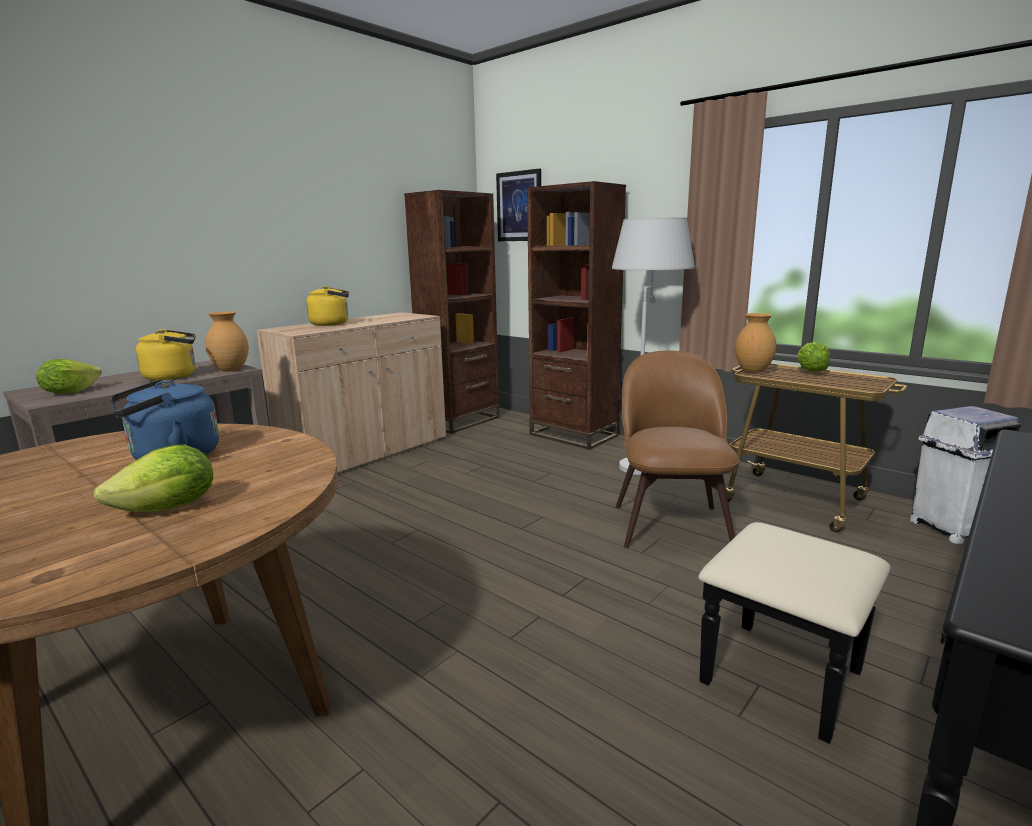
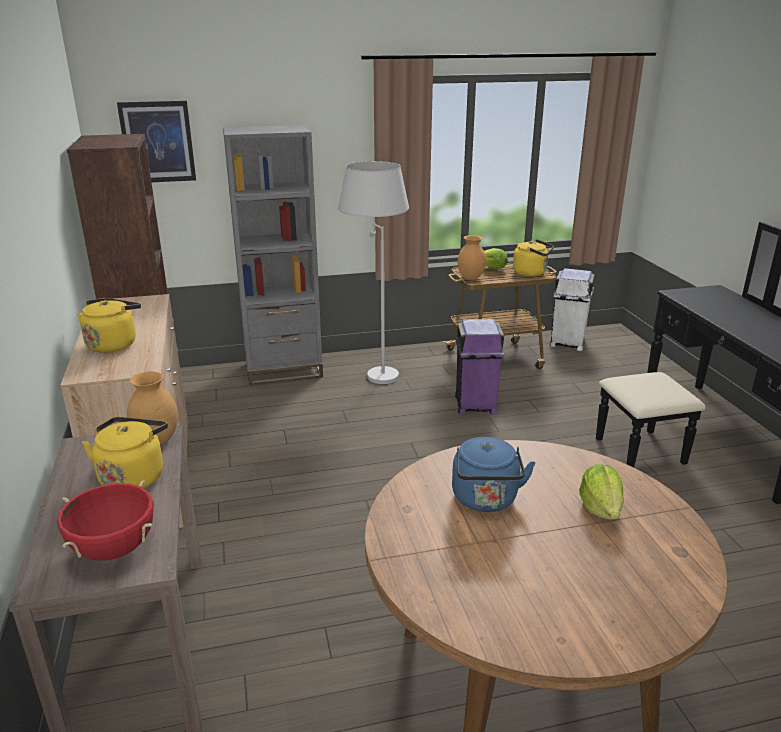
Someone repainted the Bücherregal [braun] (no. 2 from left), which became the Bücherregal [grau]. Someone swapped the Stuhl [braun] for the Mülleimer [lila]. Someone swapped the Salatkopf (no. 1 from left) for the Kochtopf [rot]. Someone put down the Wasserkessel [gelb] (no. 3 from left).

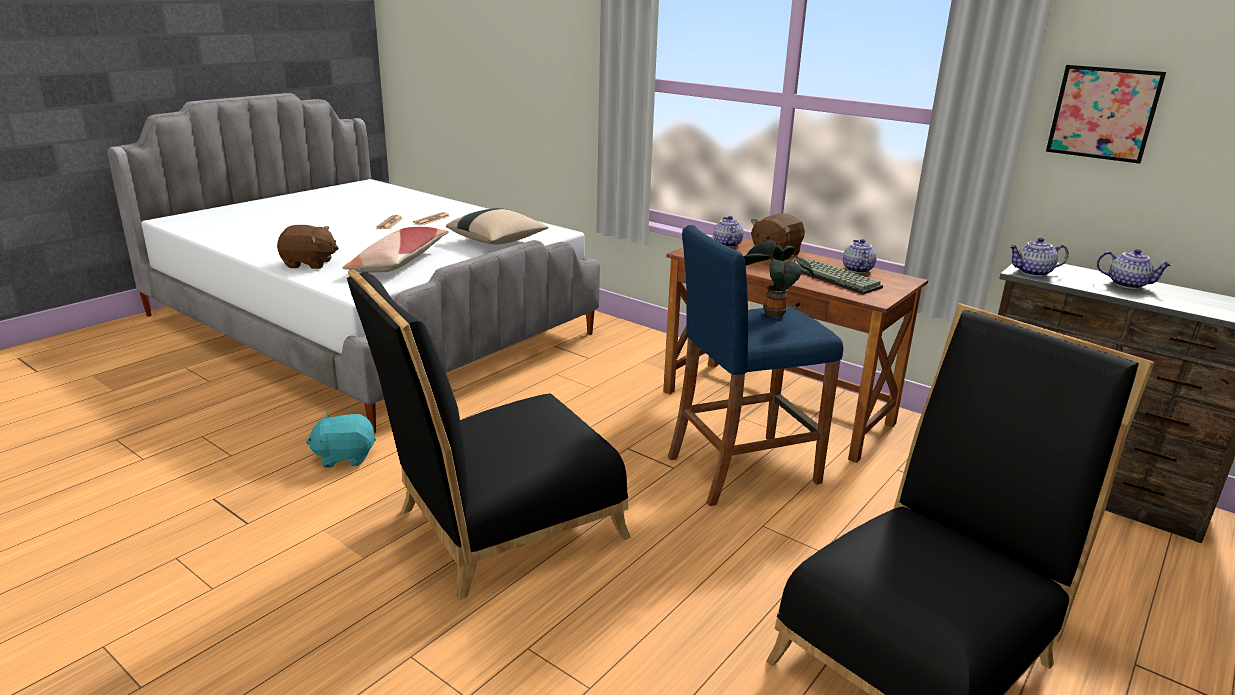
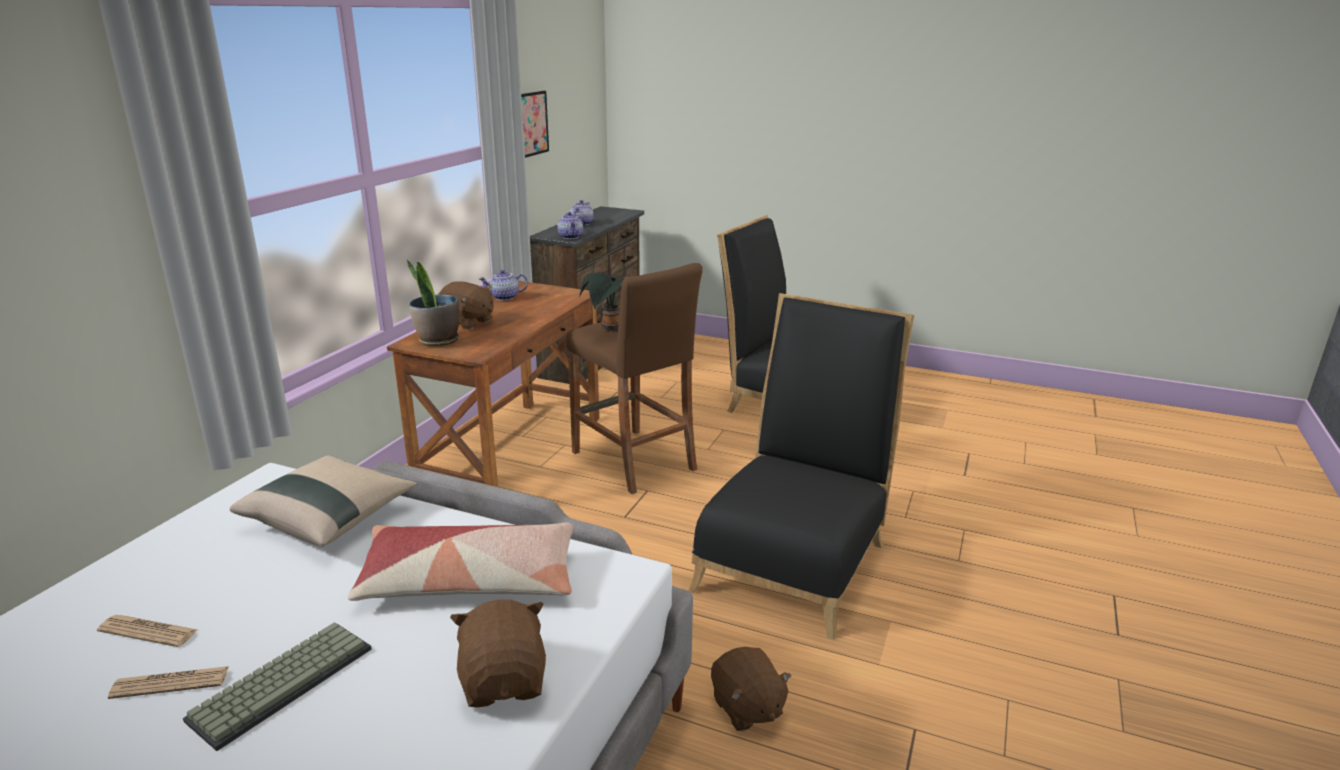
Someone swapped the Teekanne (no. 1 from left) for the Topfpflanze (no. 1 from left). Someone repainted the Hocker [blau], which became the Hocker [braun]. Someone carried the Tastatur. Someone rotated the Stuhl [schwarz] (no. 1 from left in the first image) by 105 degrees counterclockwise. Someone repainted the Plüschtier [türkis], which became the Plüschtier [braun] (no. 3 from left).

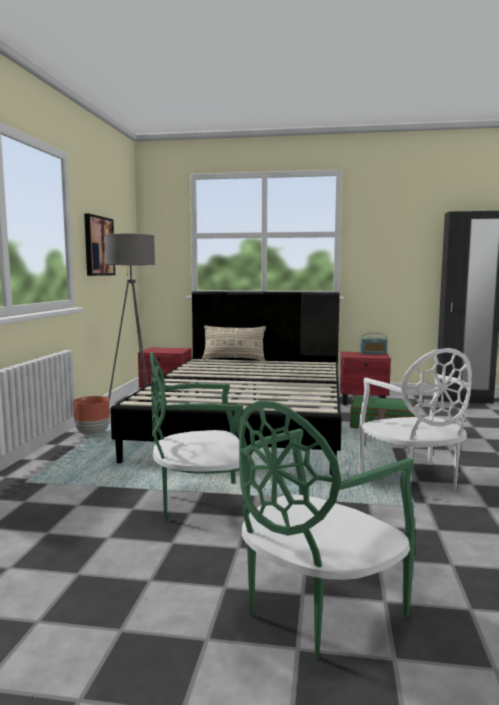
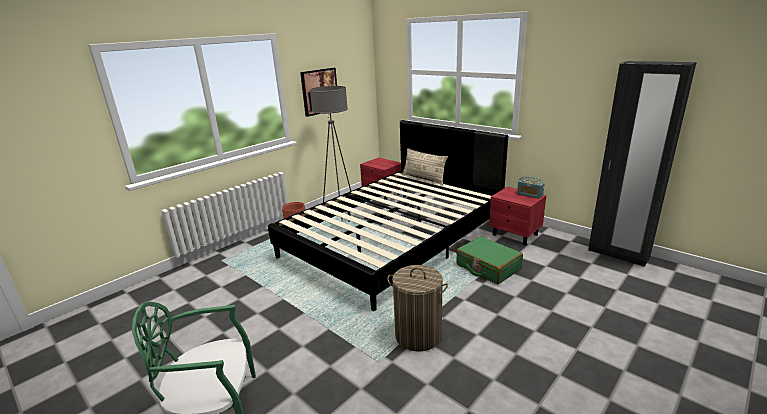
Someone swapped the Stuhl [weiß] for the Wäschekorb. Someone took away the Stuhl [grün] (no. 1 from left).

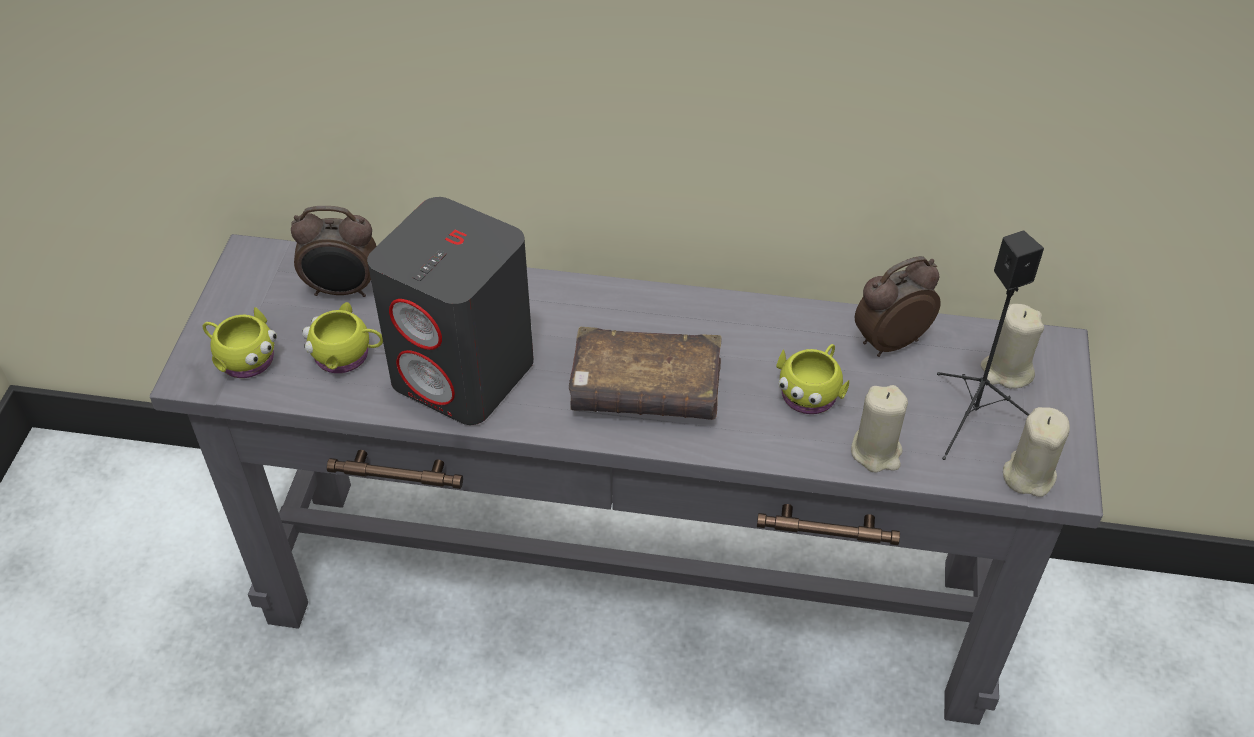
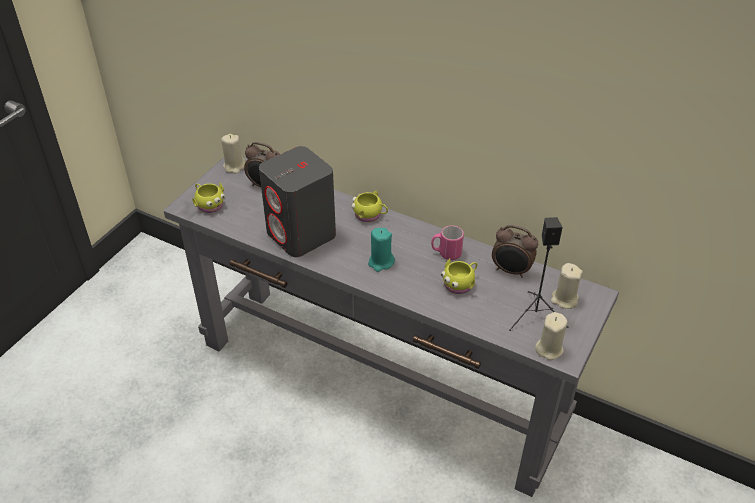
Someone rotated the Wecker (no. 2 from left) by 150 degrees counterclockwise. Someone carried the Henkelbecher [gelb] (no. 2 from left). Someone swapped the Buch [braun] for the Kerze [türkis]. Someone carried the Kerze [beige] (no. 1 from left). Someone put down the Henkelbecher [rosa].

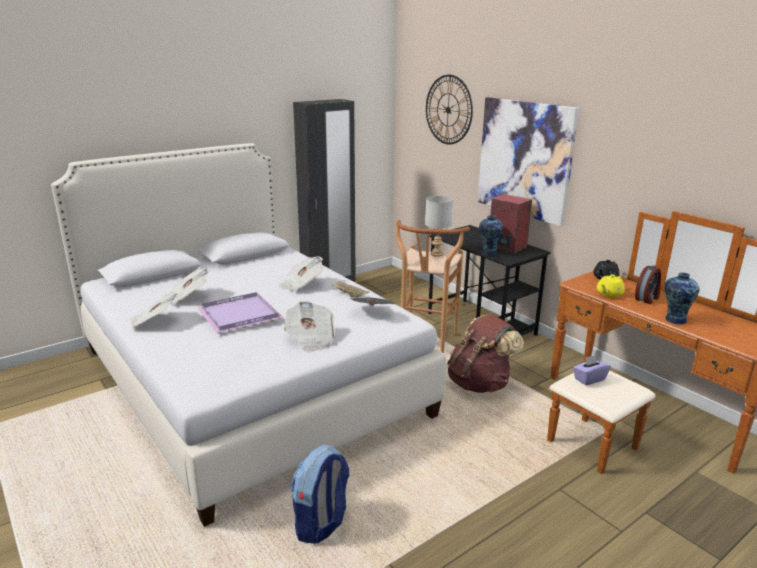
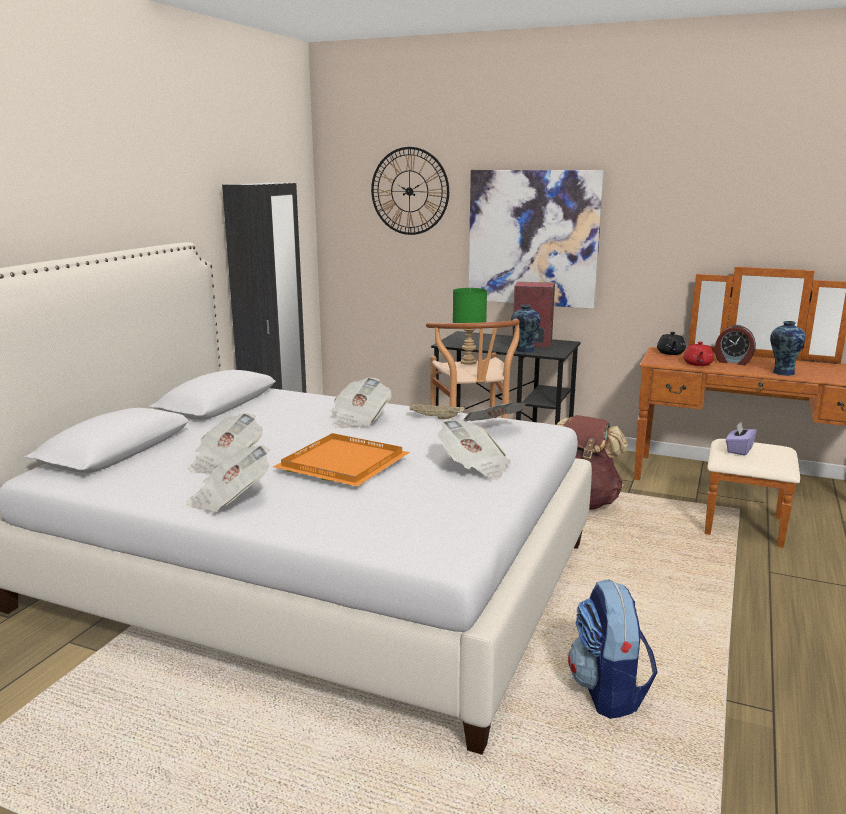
Someone repainted the Tischlampe [grau], which became the Tischlampe [grün]. Someone rotated the Wecker by 105 degrees clockwise. Someone repainted the Teekanne [gelb], which became the Teekanne [rot]. Someone repainted the Tablett [lila], which became the Tablett [orange].

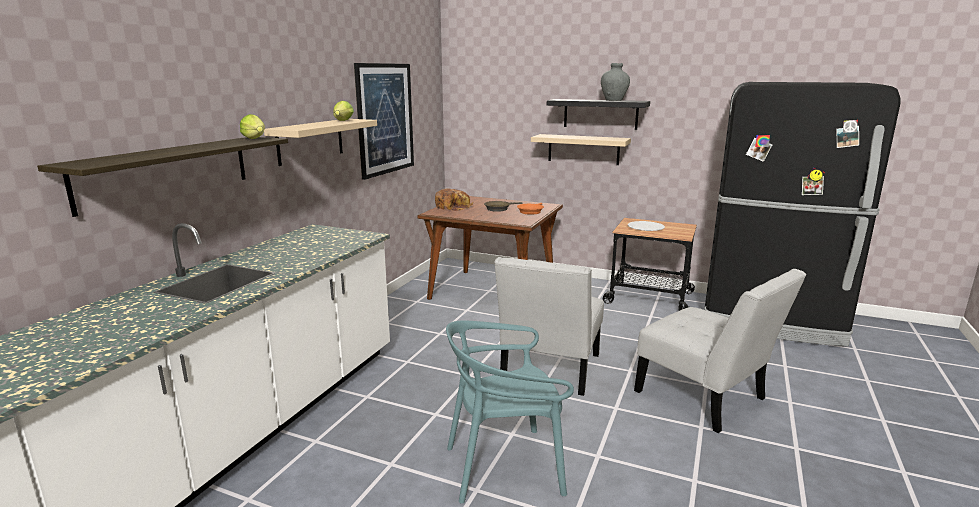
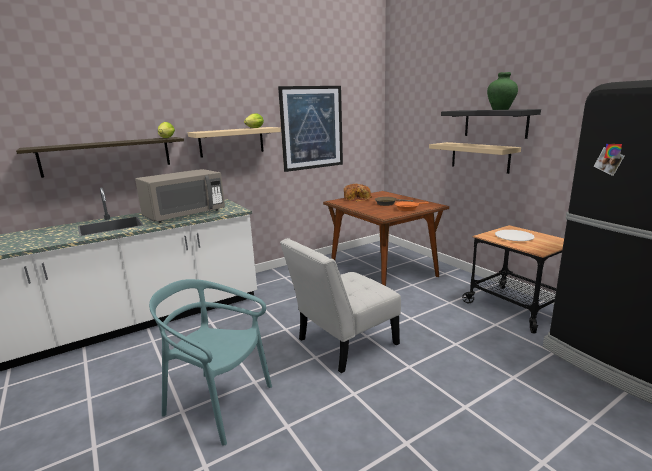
Someone repainted the Vase [grau], which became the Vase [grün]. Someone took away the Stuhl [weiß] (no. 2 from left). Someone put down the Mikrowelle [grau].

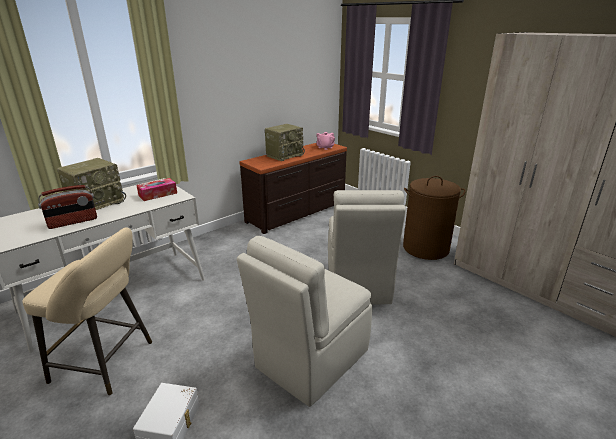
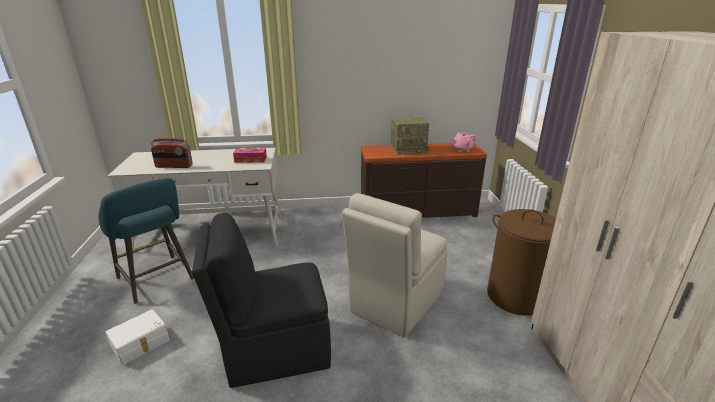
Someone took away the Radio (no. 2 from left). Someone repainted the Hocker [beige], which became the Hocker [türkis]. Someone repainted the Stuhl [beige] (no. 1 from left), which became the Stuhl [schwarz].

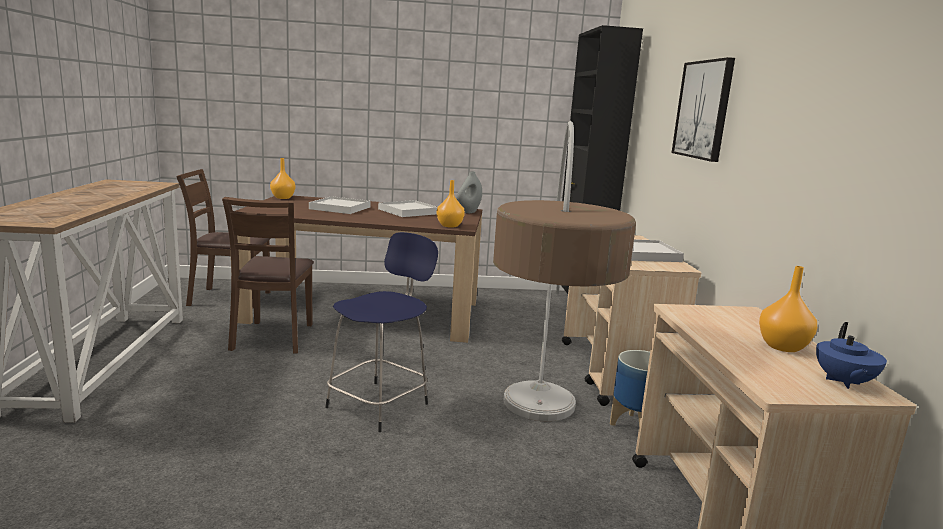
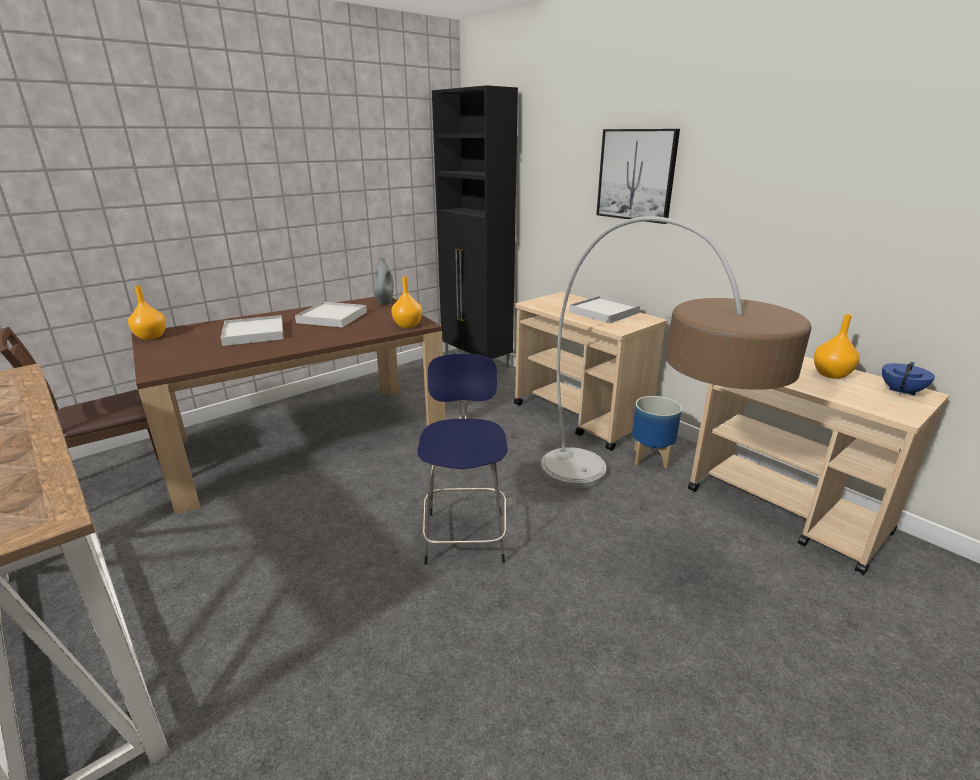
Someone took away the Stuhl [braun] (no. 2 from left). Someone rotated the Teekanne [blau] by 120 degrees counterclockwise.

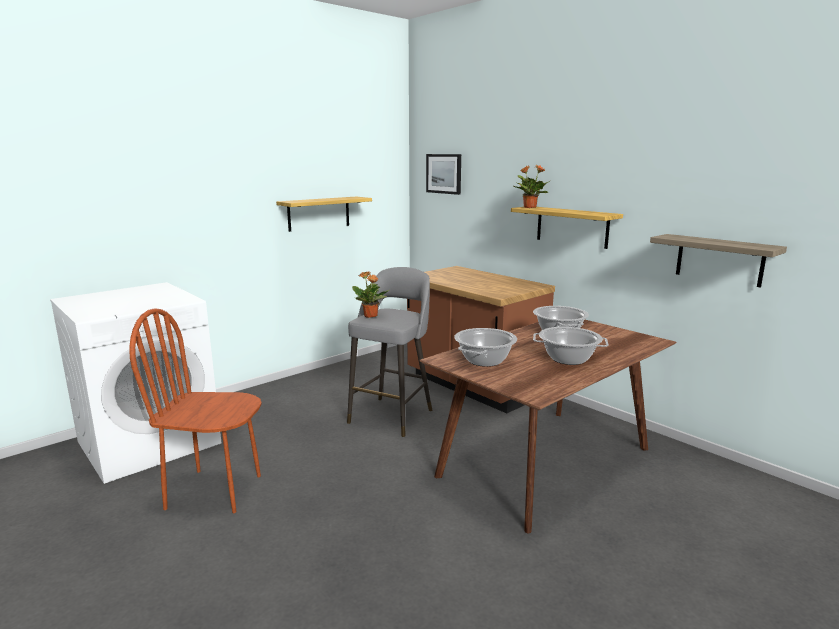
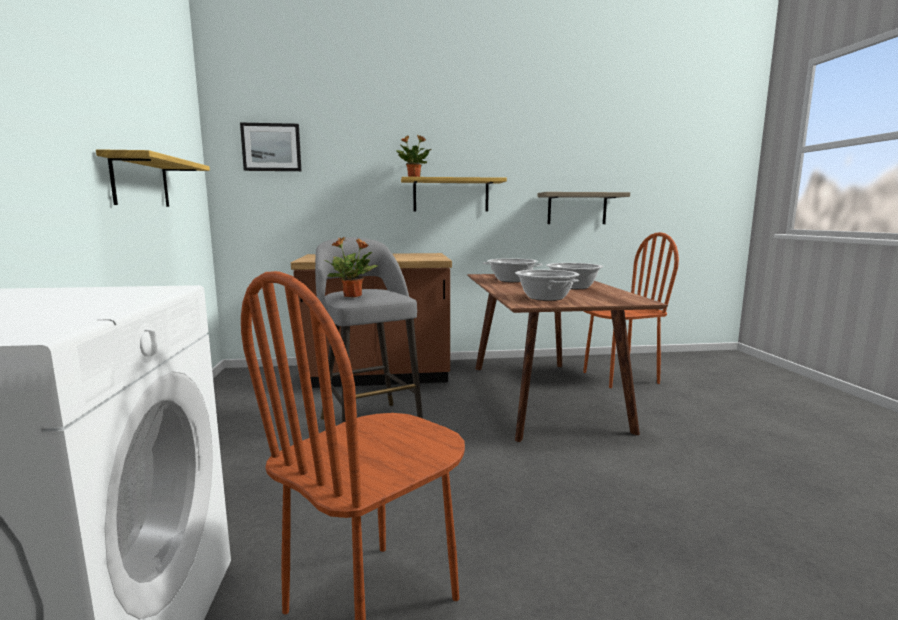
Someone put down the Stuhl [braun] (no. 2 from left).

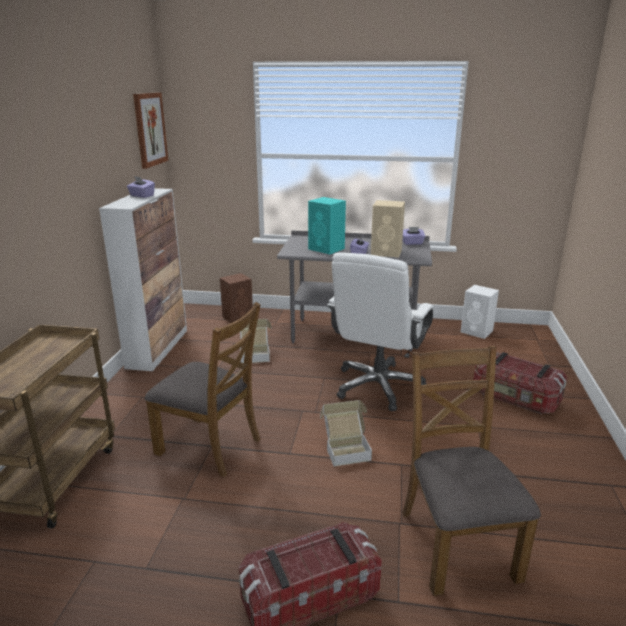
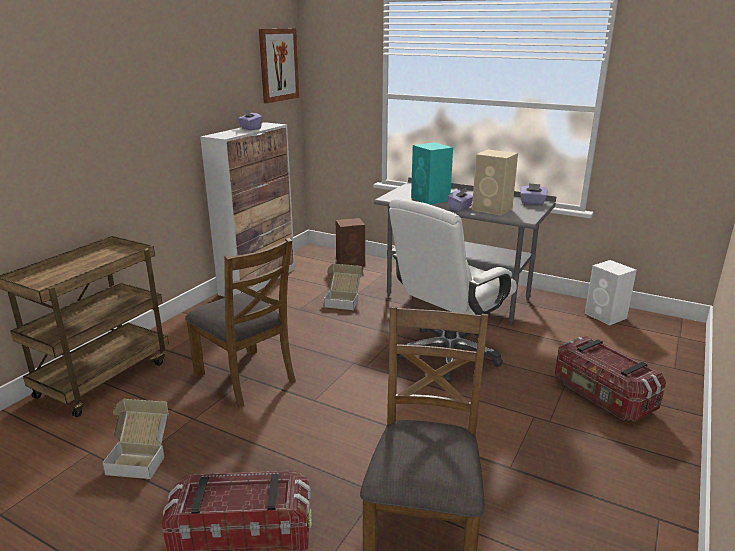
Someone carried the Karton (no. 2 from left in the first image).

